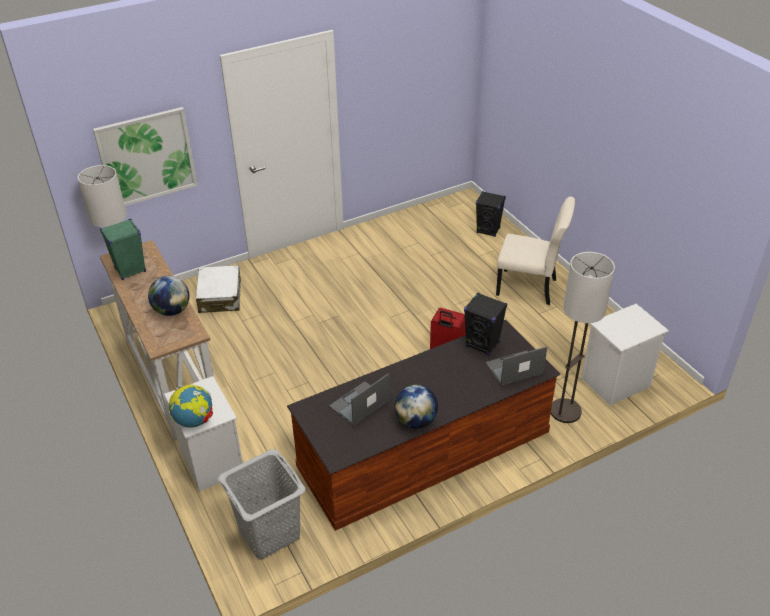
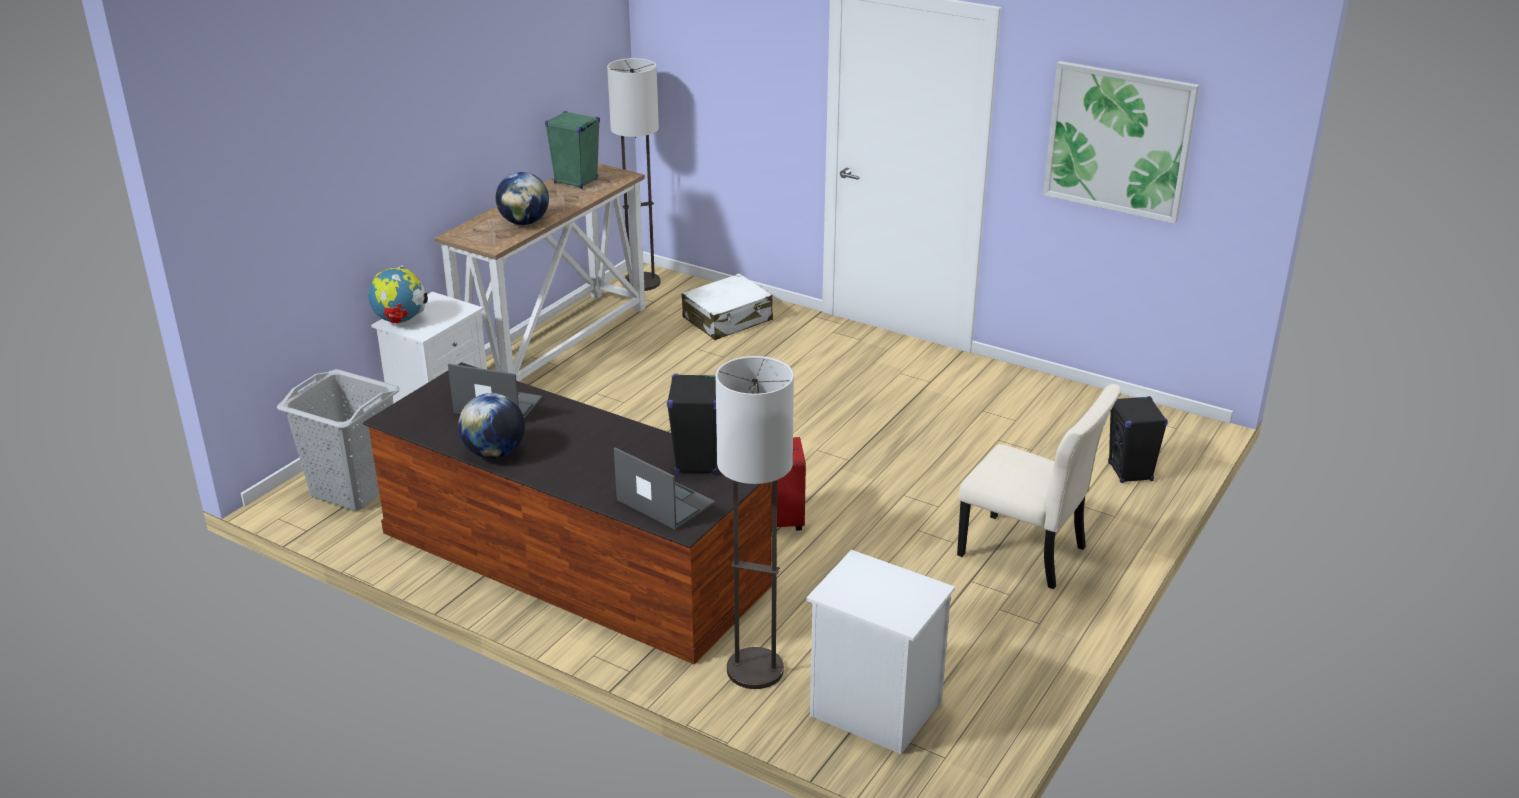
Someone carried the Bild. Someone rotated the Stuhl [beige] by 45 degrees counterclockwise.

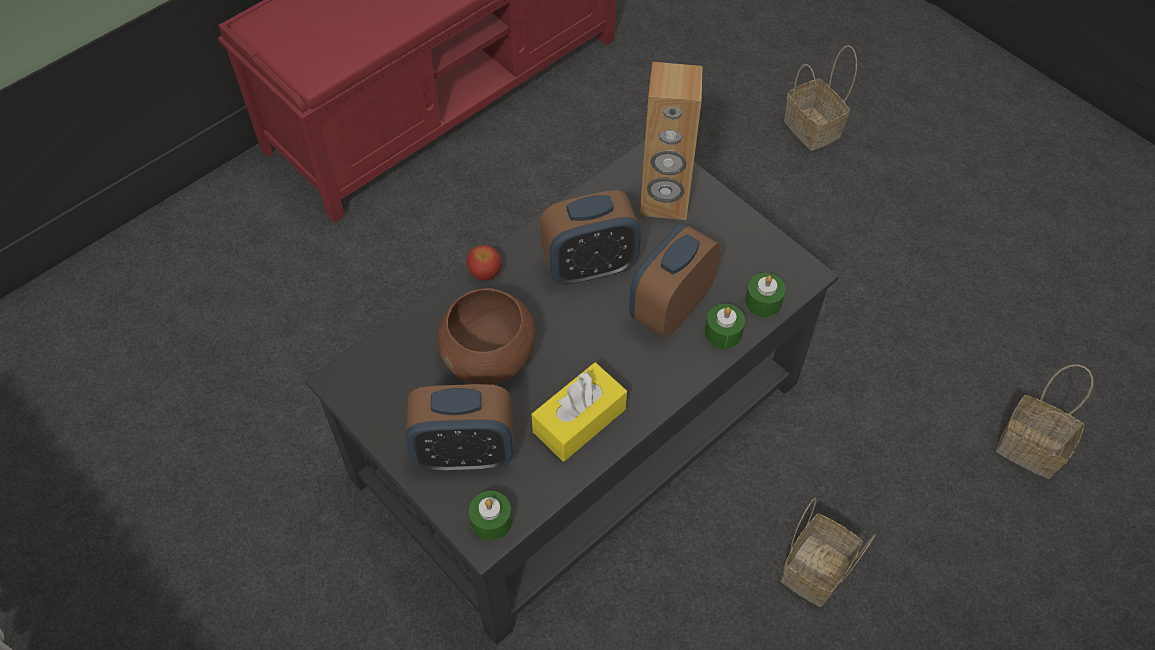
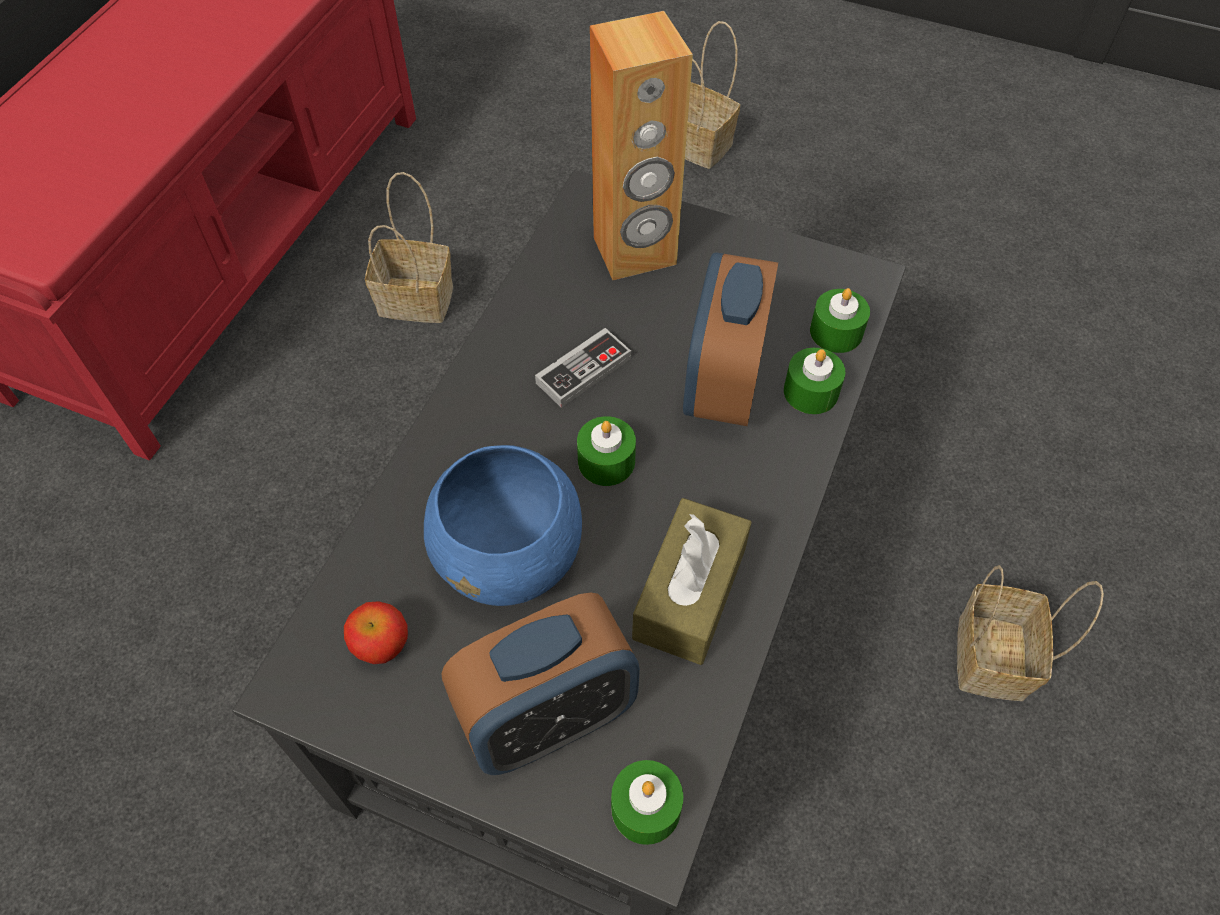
Someone swapped the Wecker (no. 2 from left) for the Gamepad. Someone carried the Apfel. Someone repainted the Schüssel [braun], which became the Schüssel [blau]. Someone repainted the Taschentuchbox [gelb], which became the Taschentuchbox [braun]. Someone carried the Korb (no. 3 from left in the first image). Someone put down the Kerze [grün] (no. 1 from left).

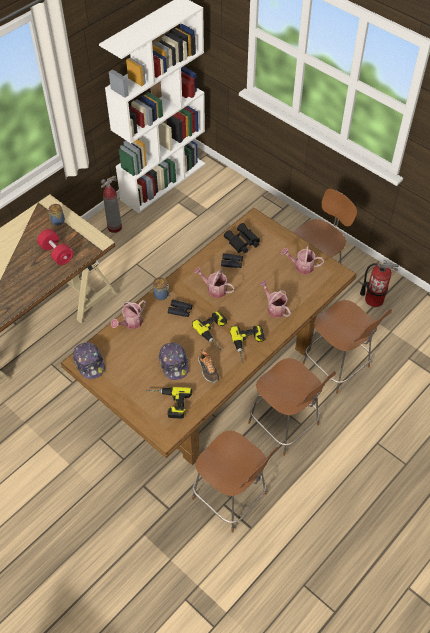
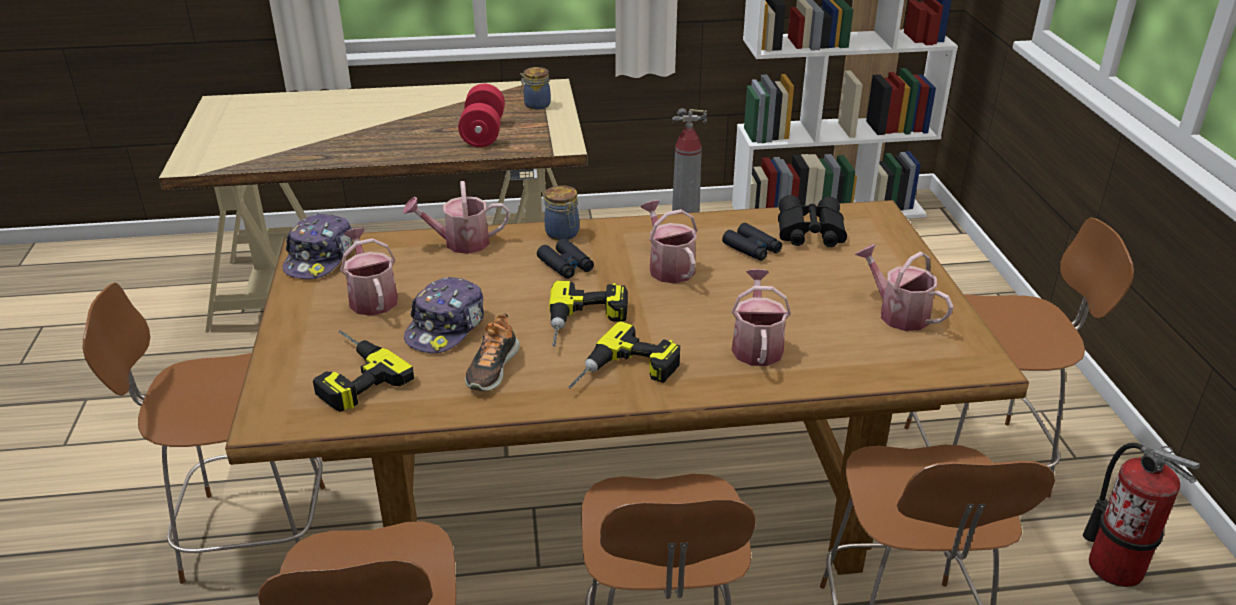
Someone put down the Gießkanne (no. 1 from left). Someone put down the Stuhl [braun] (no. 1 from left).

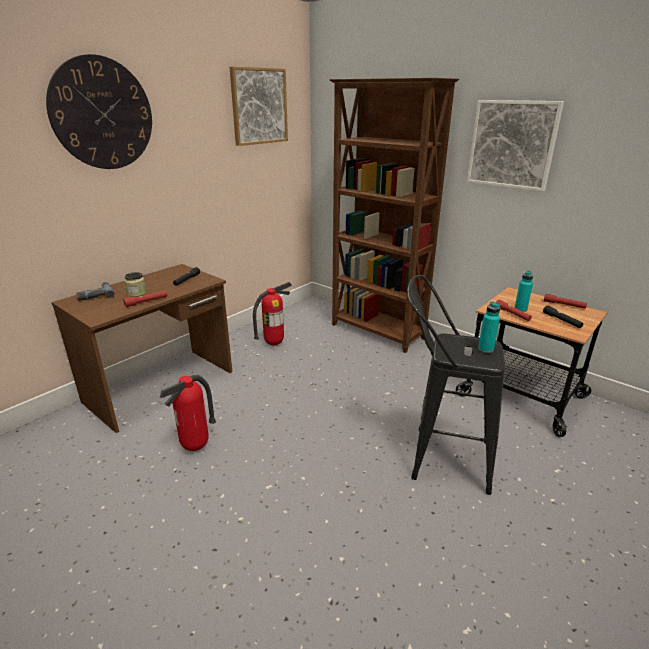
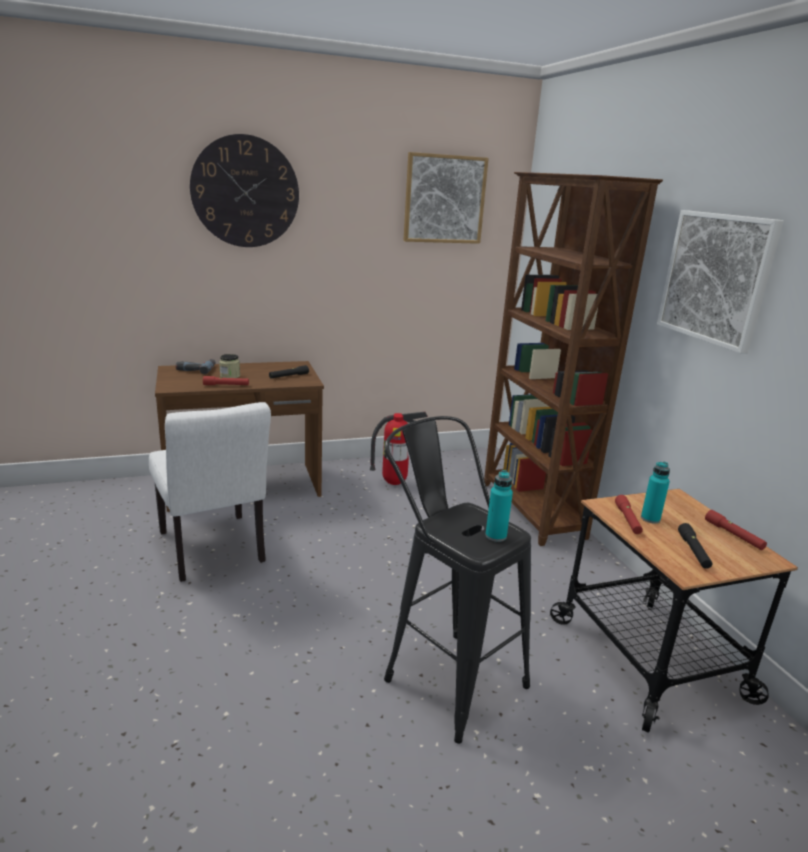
Someone swapped the Feuerlöscher (no. 1 from left) for the Stuhl [weiß].

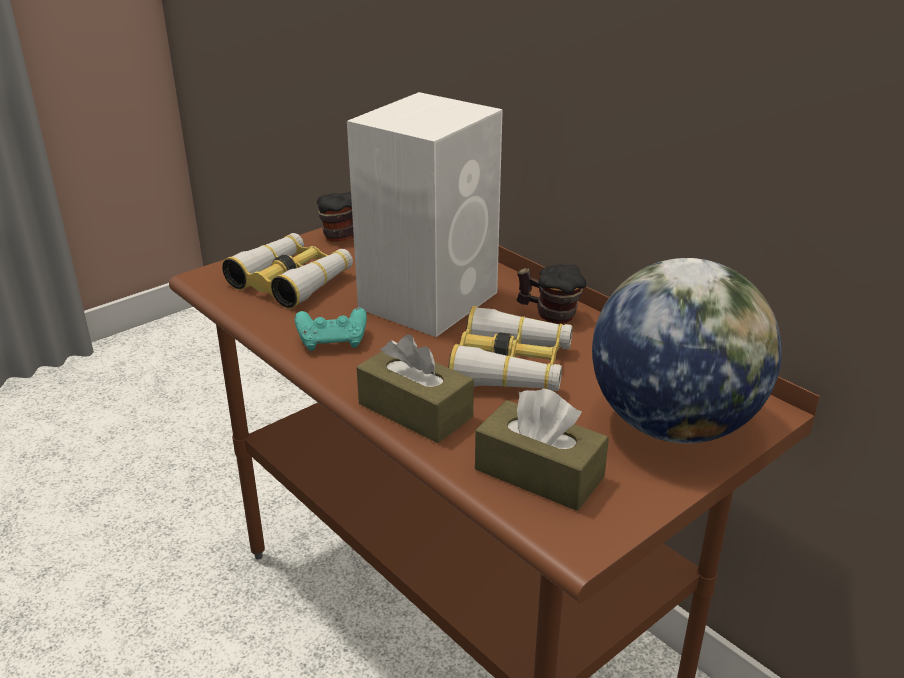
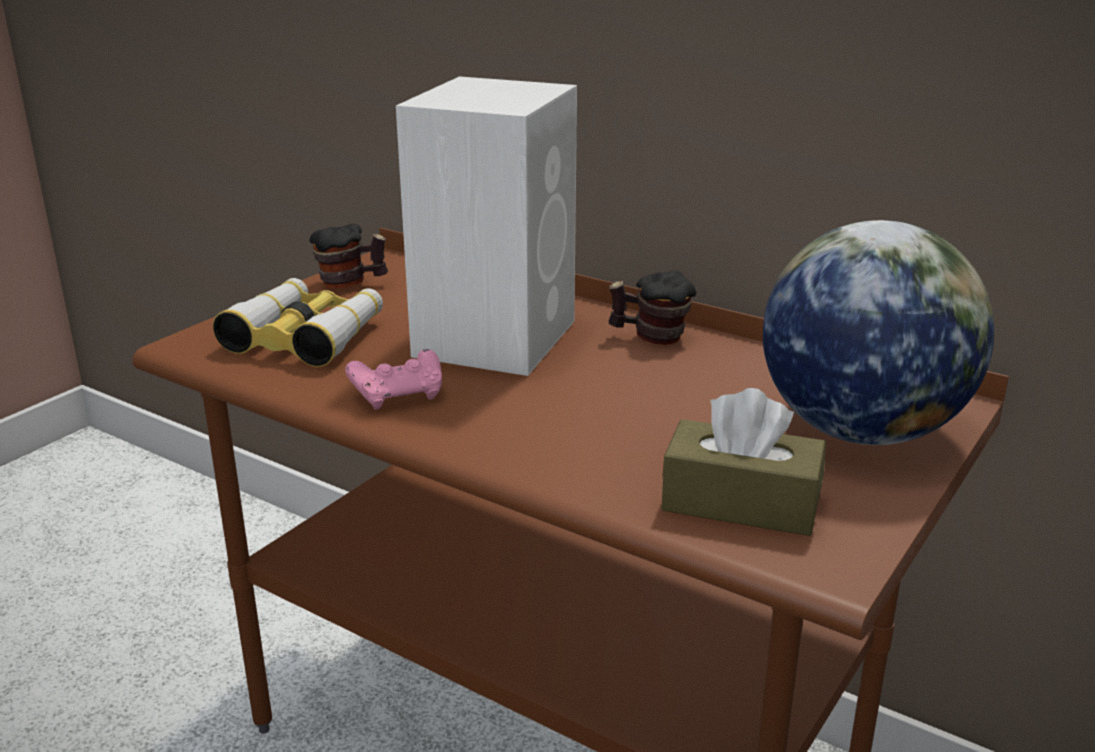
Someone took away the Fernglas (no. 2 from left). Someone repainted the Gamepad [türkis], which became the Gamepad [rosa]. Someone took away the Taschentuchbox [braun] (no. 1 from left).

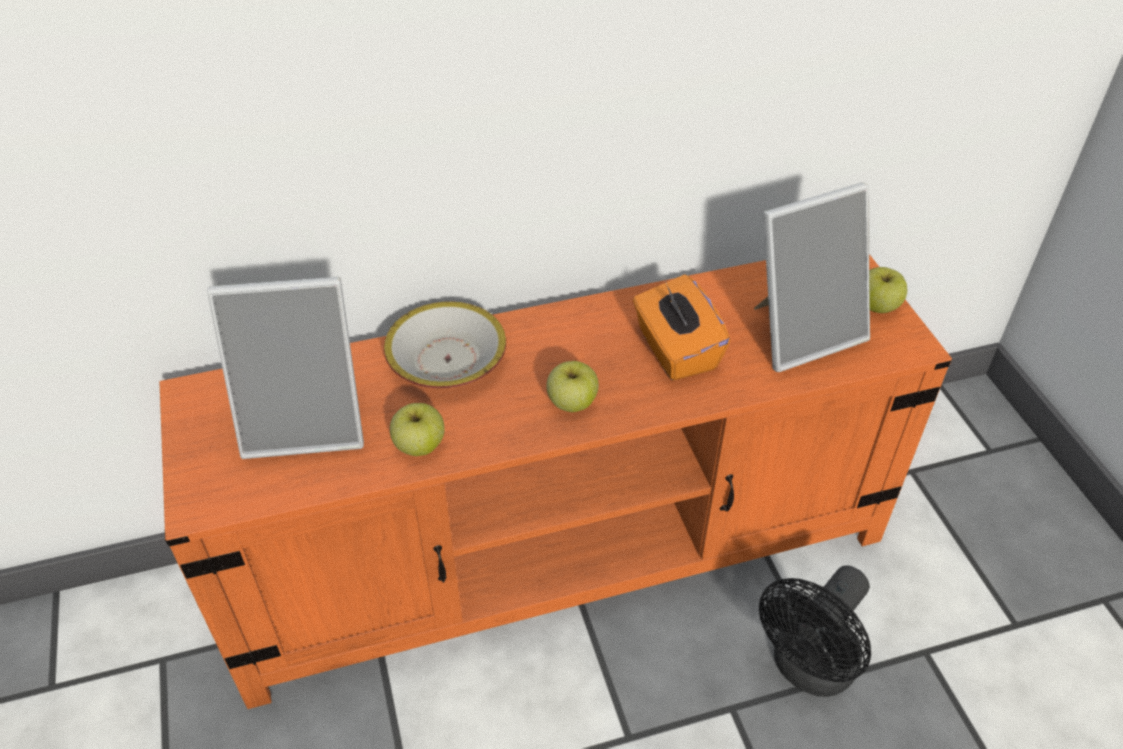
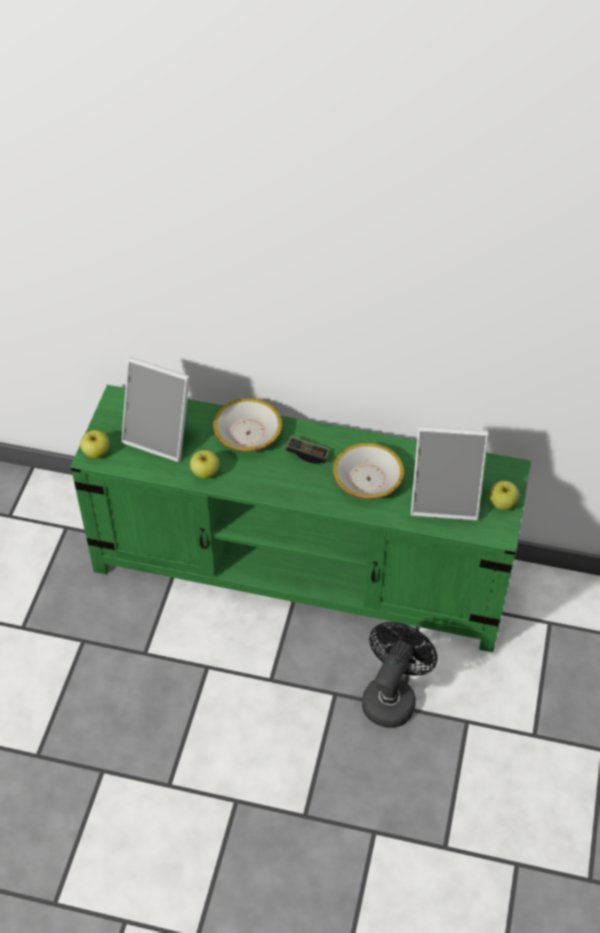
Someone repainted the Fernsehschrank [orange], which became the Fernsehschrank [grün]. Someone swapped the Taschentuchbox [orange] for the Schüssel (no. 2 from left). Someone carried the Apfel (no. 2 from left in the first image). Someone rotated the Ventilator [schwarz] by 135 degrees clockwise. Someone put down the Gamepad.

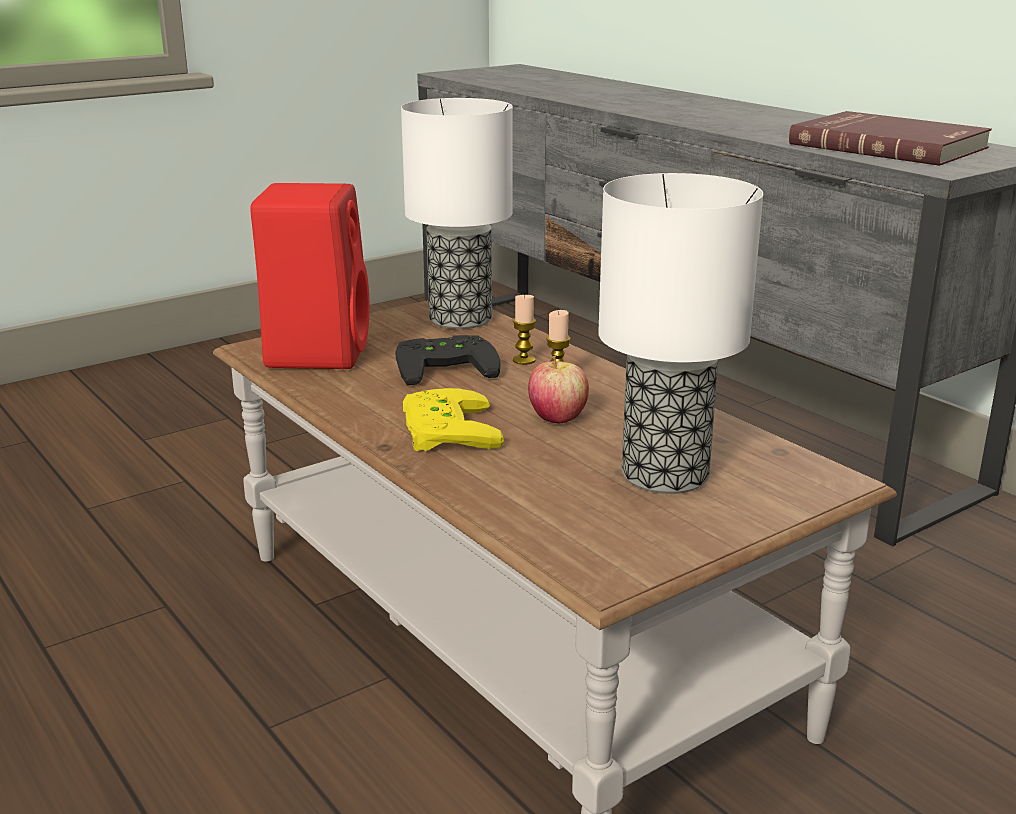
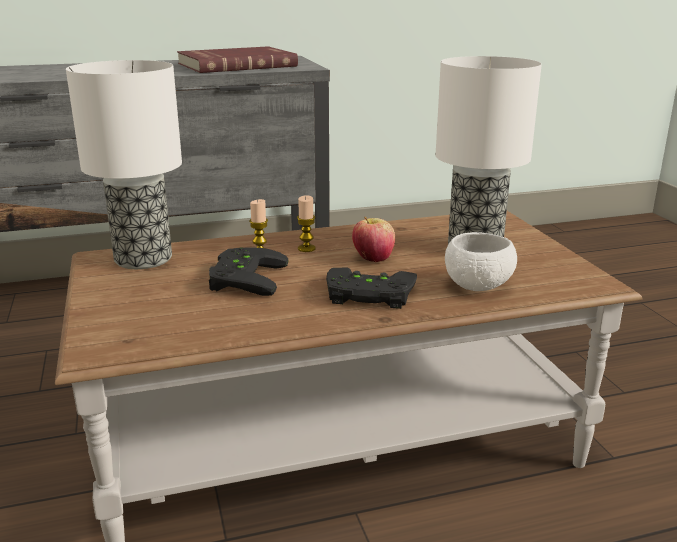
Someone took away the Lautsprecher [rot]. Someone repainted the Gamepad [gelb], which became the Gamepad [schwarz] (no. 2 from left). Someone put down the Schüssel [weiß].

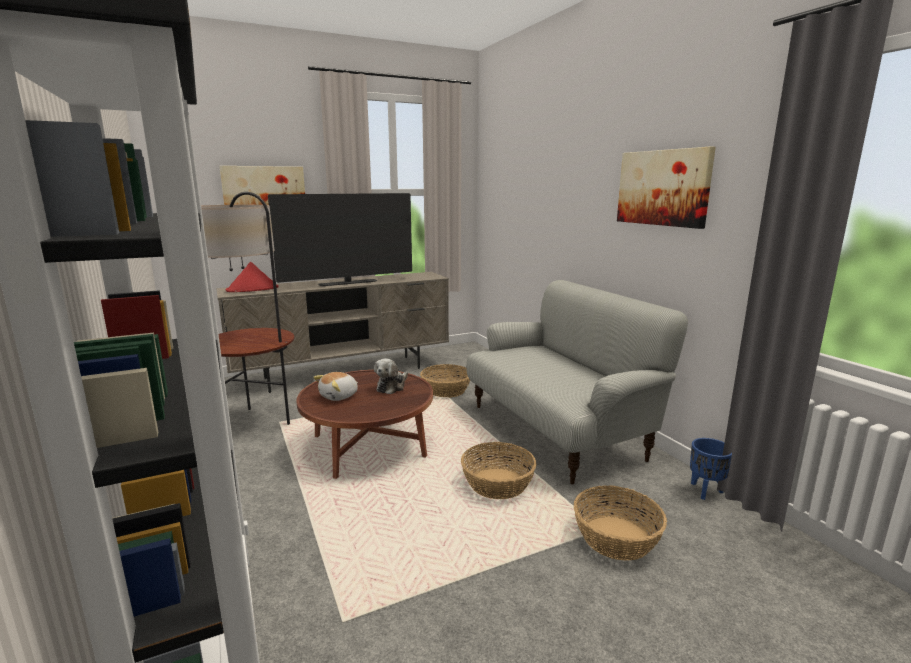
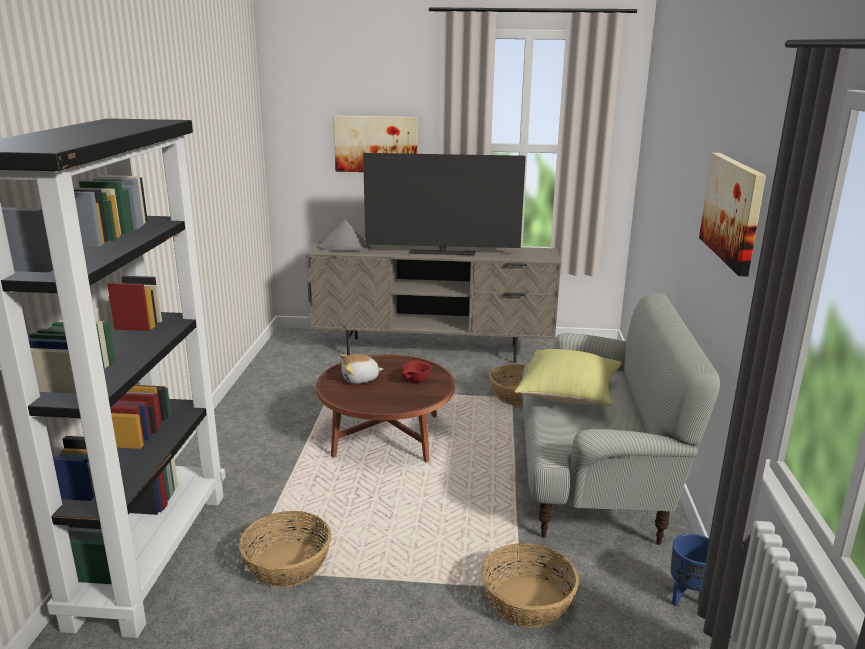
Someone took away the Stehlampe. Someone repainted the Hut [rot], which became the Hut [grau]. Someone swapped the Plüschtier (no. 2 from left) for the Schüssel [rot]. Someone carried the Korb (no. 2 from left in the first image). Someone put down the Kissen [gelb].

